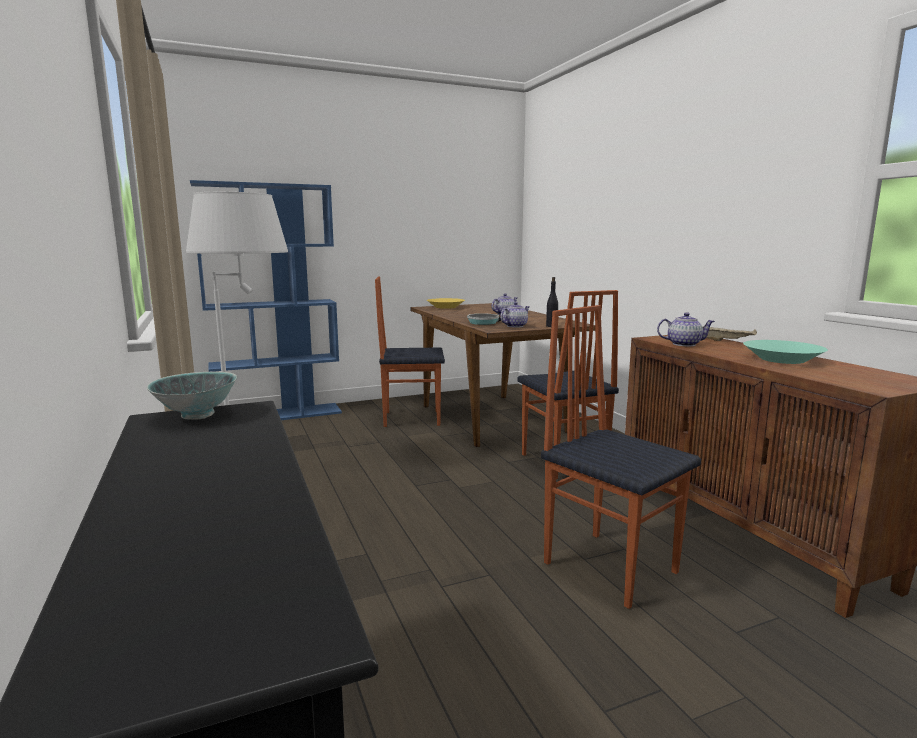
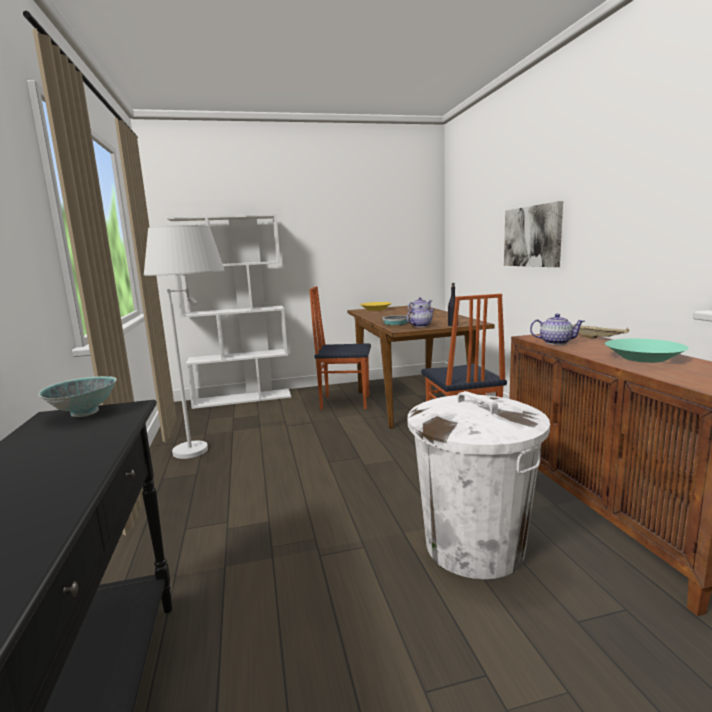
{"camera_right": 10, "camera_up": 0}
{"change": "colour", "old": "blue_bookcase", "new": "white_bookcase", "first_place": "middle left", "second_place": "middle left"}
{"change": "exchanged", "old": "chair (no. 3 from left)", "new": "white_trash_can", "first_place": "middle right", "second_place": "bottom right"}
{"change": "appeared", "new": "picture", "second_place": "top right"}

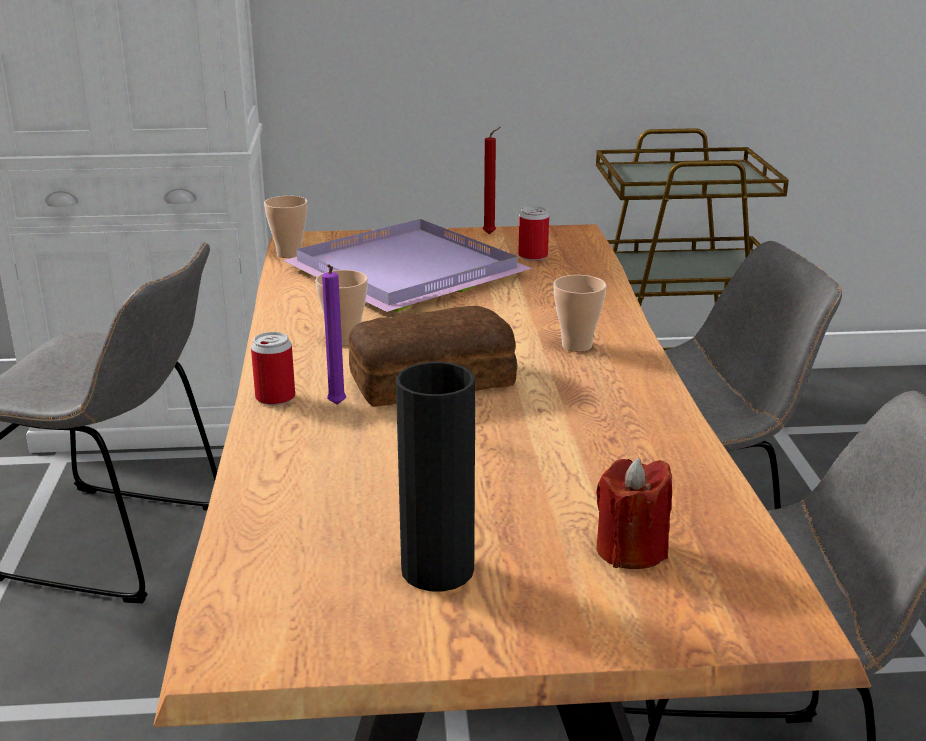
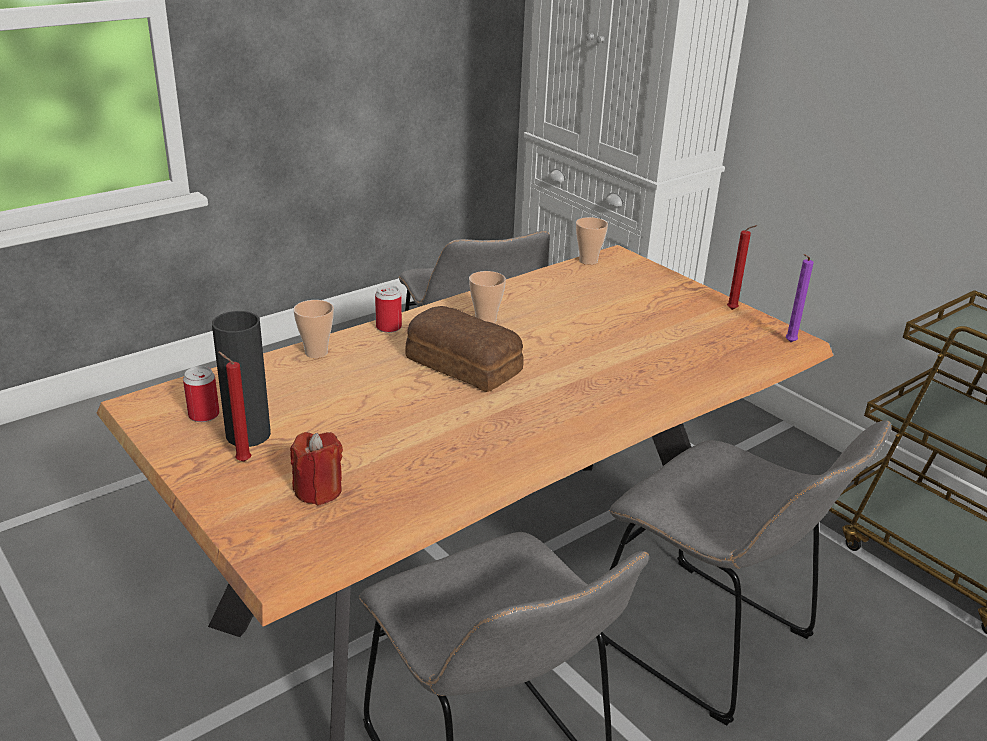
{"camera_right": 55, "camera_up": 5}
{"change": "missing", "old": "purple_tray", "first_place": "centre"}
{"change": "relocated", "old": "purple_candle", "first_place": "centre", "second_place": "middle right"}
{"change": "relocated", "old": "can (no. 2 from left in the first image)", "new": "can (no. 1 from left)", "first_place": "top centre", "second_place": "middle left"}
{"change": "relocated", "old": "cup (no. 3 from left in the first image)", "new": "cup (no. 1 from left)", "first_place": "centre", "second_place": "middle left"}
{"change": "appeared", "new": "red_candle (no. 1 from left)", "second_place": "middle left"}

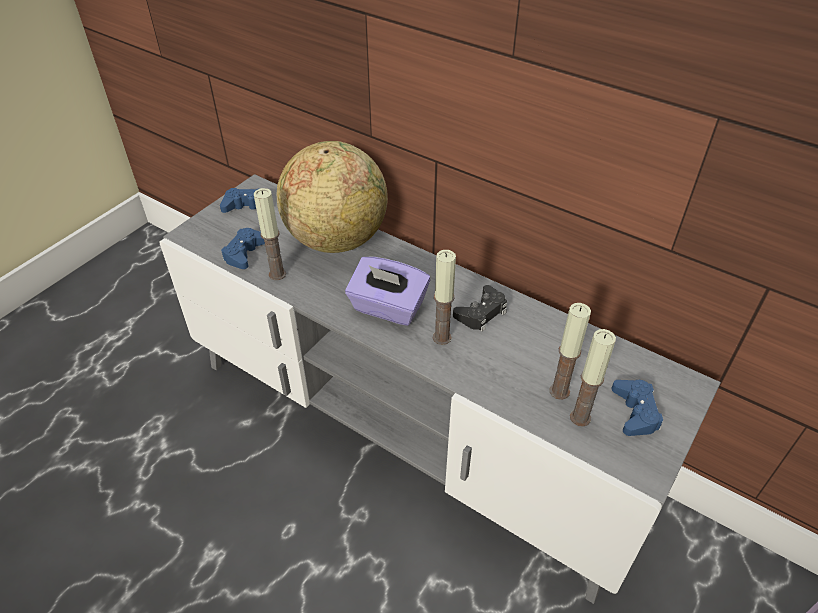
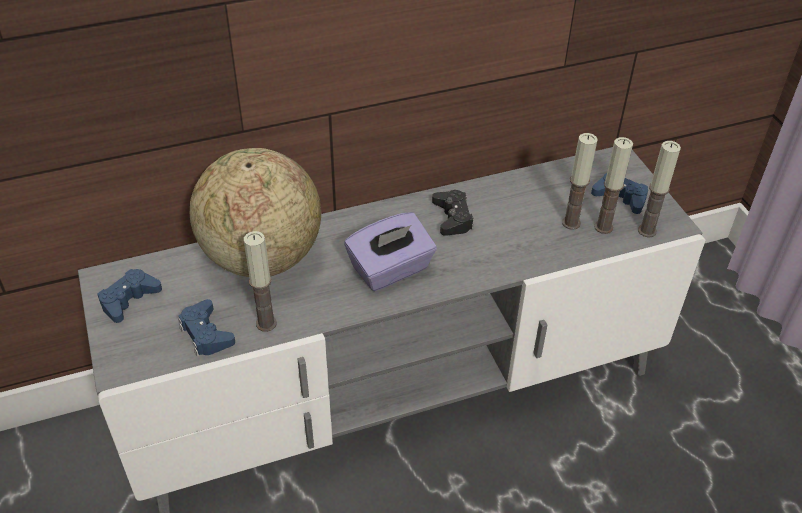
{"camera_right": -55, "camera_up": 0}
{"change": "relocated", "old": "candle (no. 2 from left in the first image)", "new": "candle (no. 4 from left)", "first_place": "centre", "second_place": "middle right"}

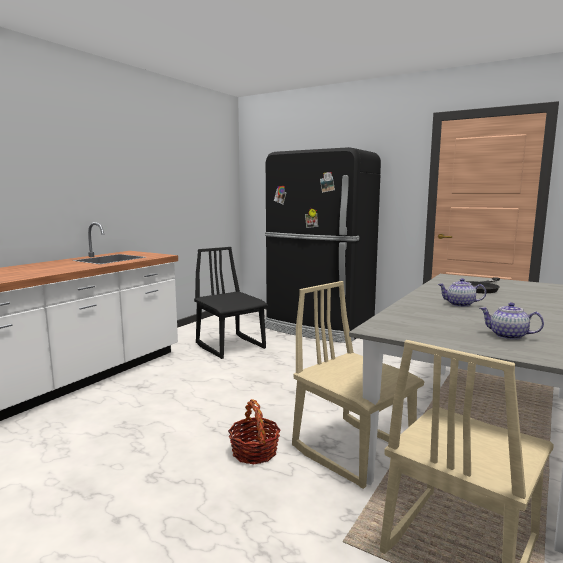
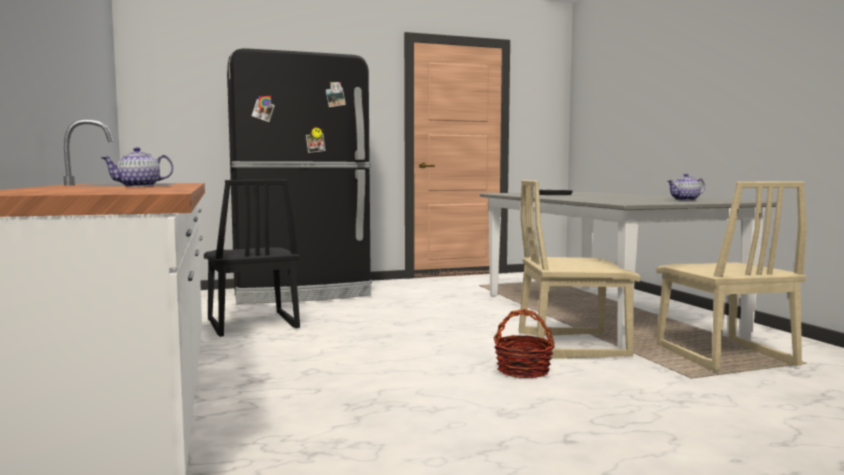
{"camera_right": -50, "camera_up": -5}
{"change": "spun", "old": "black_chair", "first_place": "centre", "second_place": "middle left", "degrees": -120}
{"change": "relocated", "old": "teapot (no. 1 from left)", "first_place": "middle right", "second_place": "middle left"}

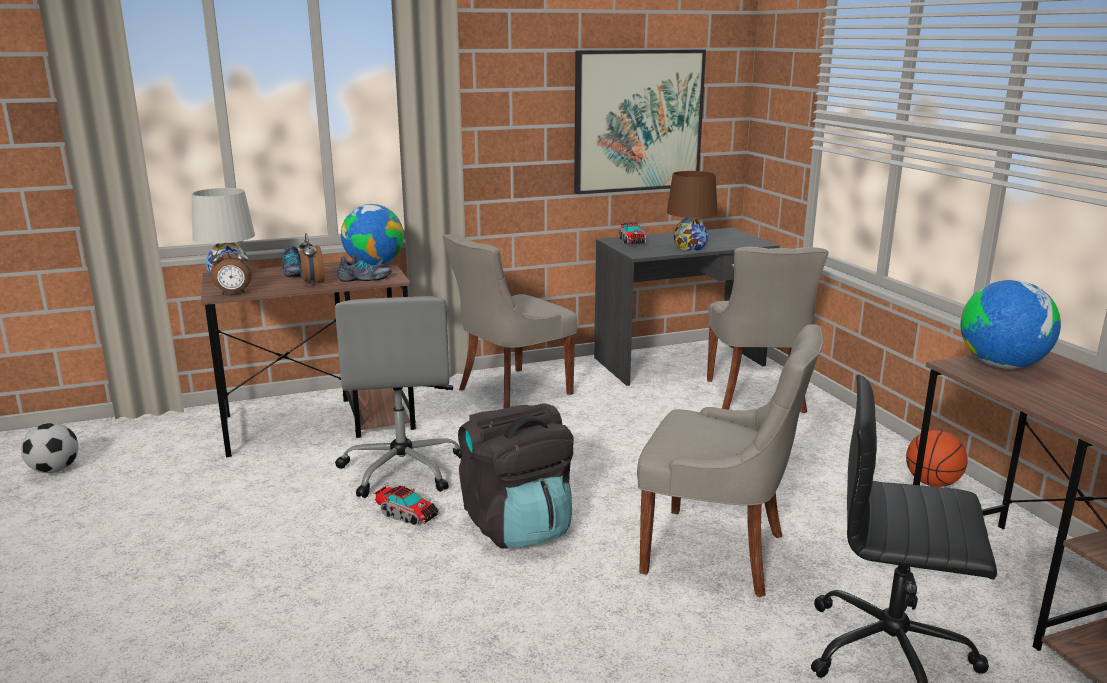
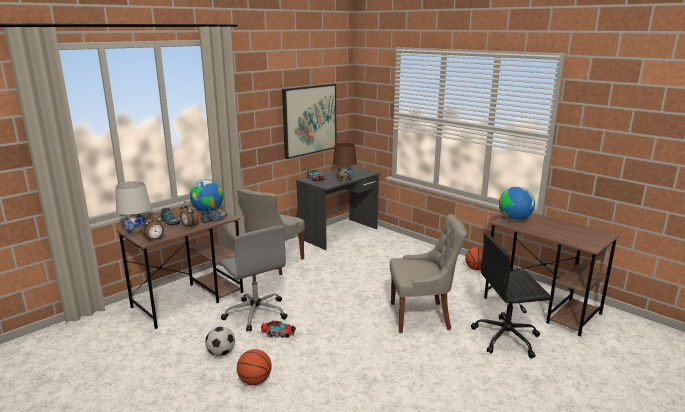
{"camera_right": -25, "camera_up": 0}
{"change": "relocated", "old": "football", "first_place": "middle left", "second_place": "bottom left"}
{"change": "missing", "old": "black_backpack", "first_place": "bottom centre"}
{"change": "missing", "old": "grey_chair (no. 3 from left)", "first_place": "middle right"}
{"change": "appeared", "new": "basketball (no. 1 from left)", "second_place": "bottom centre"}

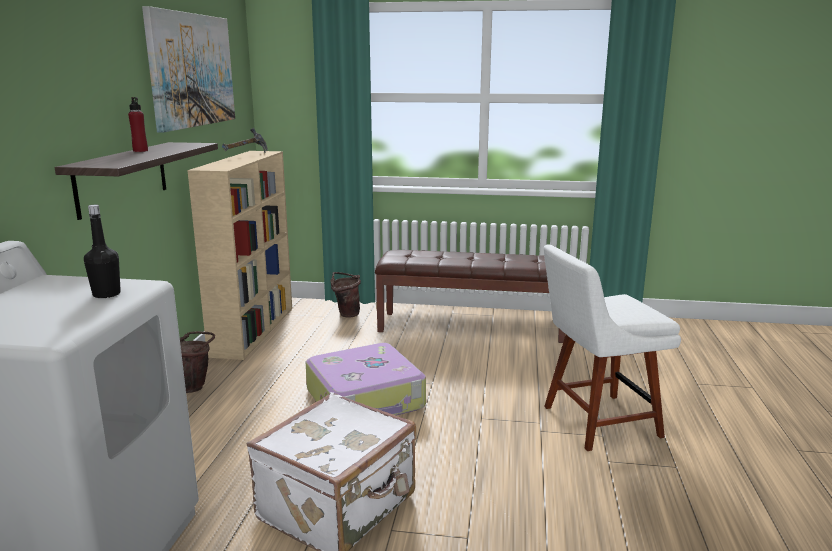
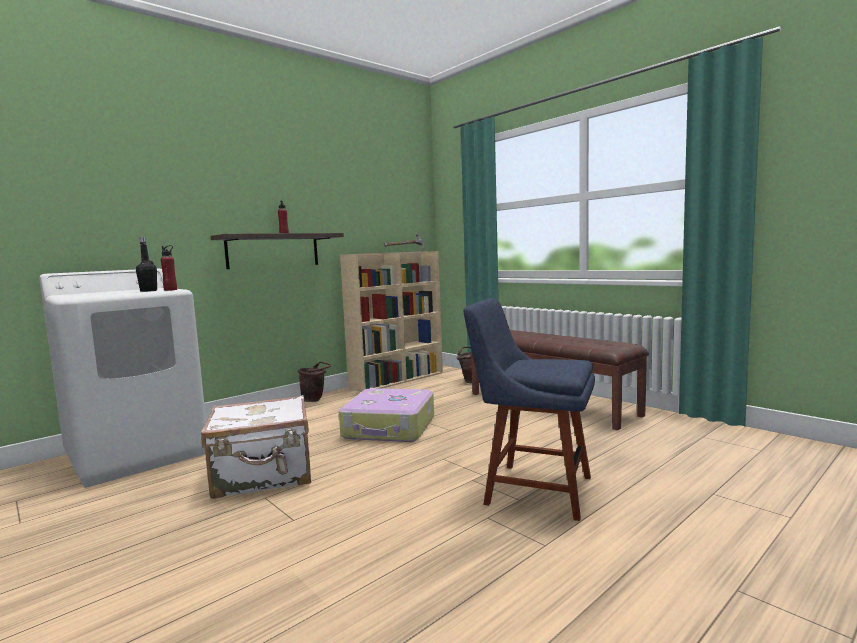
{"camera_right": 40, "camera_up": -10}
{"change": "missing", "old": "picture", "first_place": "top left"}
{"change": "colour", "old": "white_chair", "new": "blue_chair", "first_place": "middle right", "second_place": "centre"}
{"change": "appeared", "new": "red_bottle (no. 1 from left)", "second_place": "middle left"}

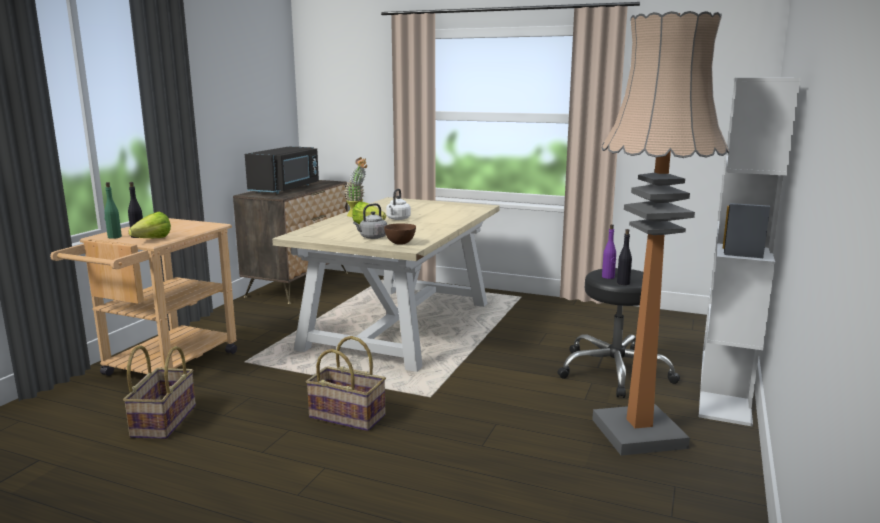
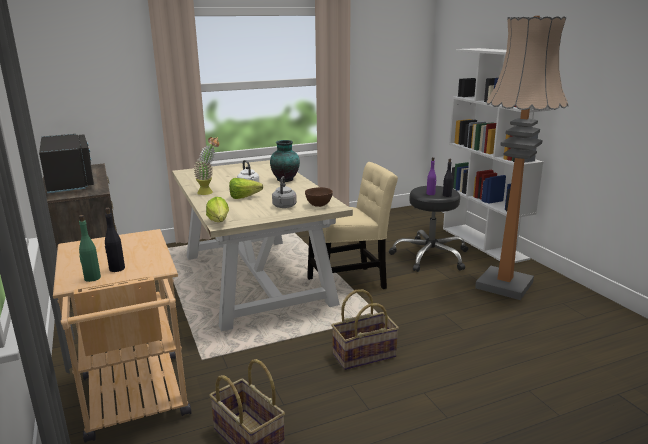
{"camera_right": -45, "camera_up": 5}
{"change": "relocated", "old": "lettuce (no. 1 from left)", "first_place": "middle left", "second_place": "centre"}
{"change": "appeared", "new": "vase", "second_place": "centre"}
{"change": "appeared", "new": "beige_chair", "second_place": "centre"}

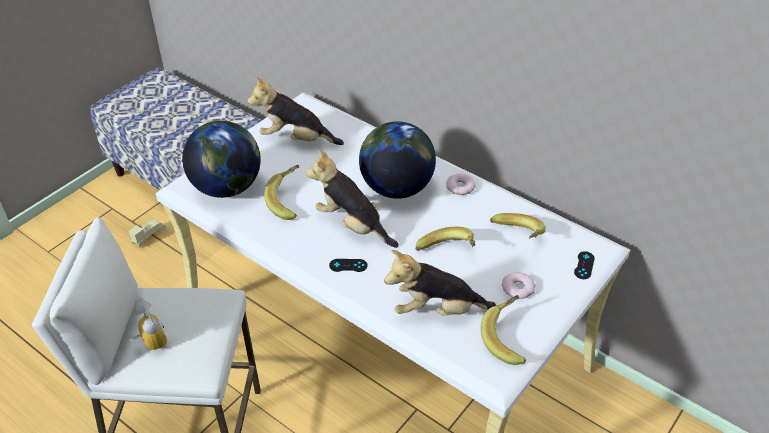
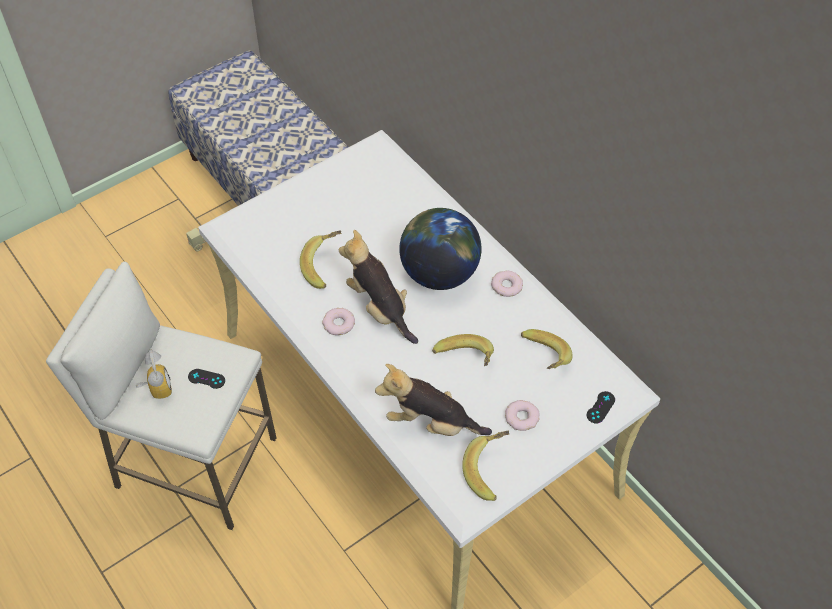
{"camera_right": 15, "camera_up": 10}
{"change": "missing", "old": "globe (no. 1 from left)", "first_place": "middle left"}
{"change": "missing", "old": "plush_toy (no. 1 from left)", "first_place": "top centre"}
{"change": "relocated", "old": "black_game_controller (no. 1 from left)", "first_place": "centre", "second_place": "middle left"}
{"change": "appeared", "new": "donut (no. 1 from left)", "second_place": "centre"}

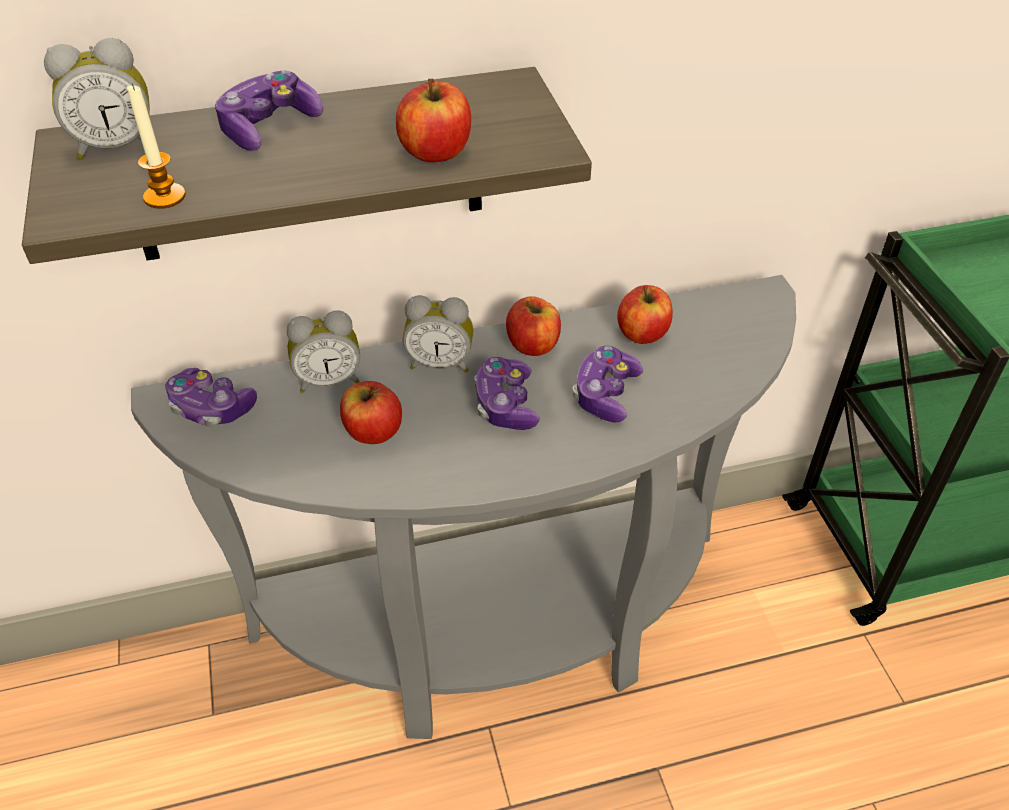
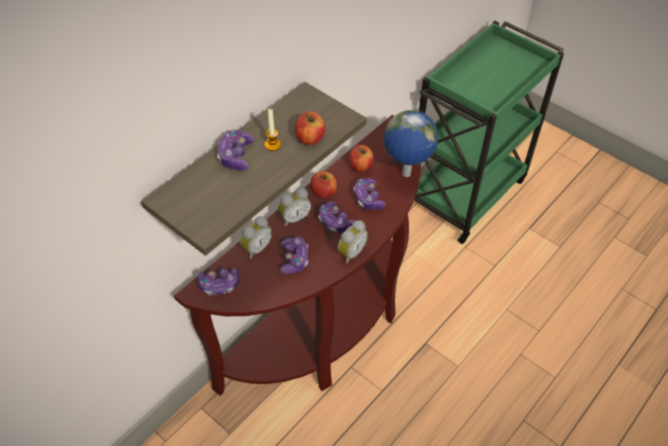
{"camera_right": -35, "camera_up": 5}
{"change": "relocated", "old": "alarm_clock (no. 1 from left in the first image)", "new": "alarm_clock (no. 3 from left)", "first_place": "top left", "second_place": "centre"}
{"change": "relocated", "old": "candle", "first_place": "top left", "second_place": "top centre"}
{"change": "colour", "old": "grey_console_table", "new": "brown_console_table", "first_place": "centre", "second_place": "centre"}
{"change": "exchanged", "old": "apple (no. 1 from left)", "new": "game_controller (no. 3 from left)", "first_place": "centre", "second_place": "centre"}
{"change": "appeared", "new": "globe", "second_place": "top centre"}

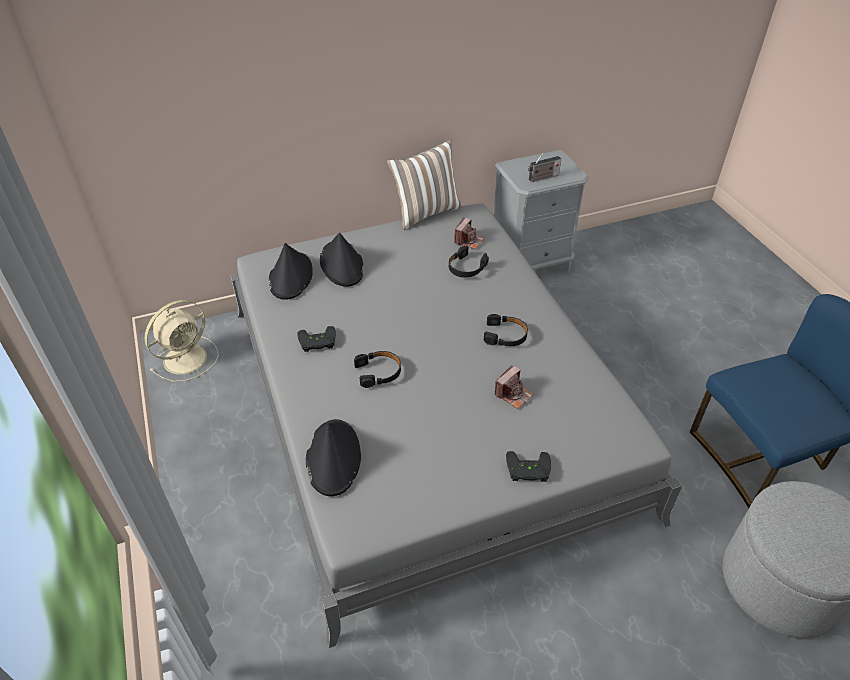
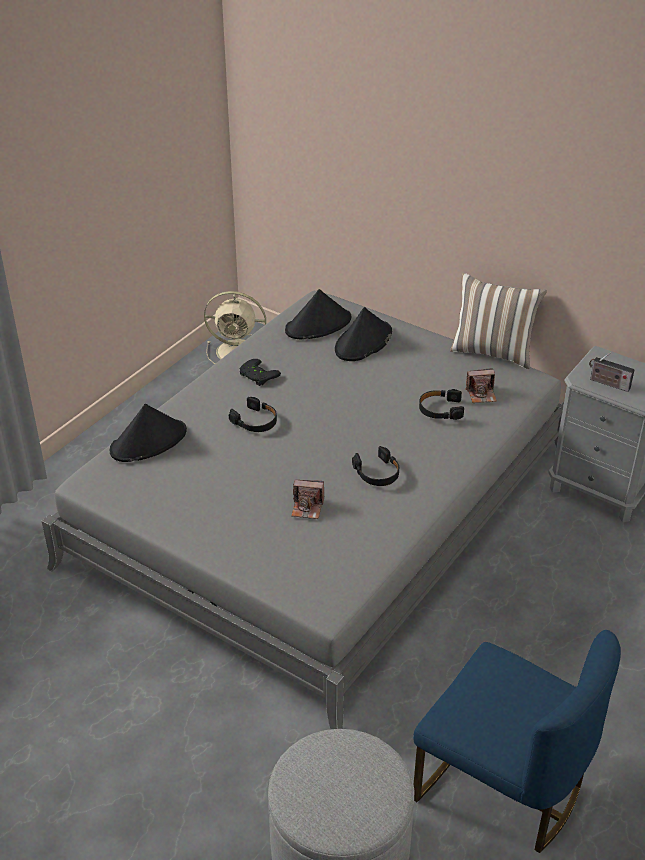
{"camera_right": 55, "camera_up": -5}
{"change": "missing", "old": "black_game_controller (no. 2 from left)", "first_place": "bottom centre"}

